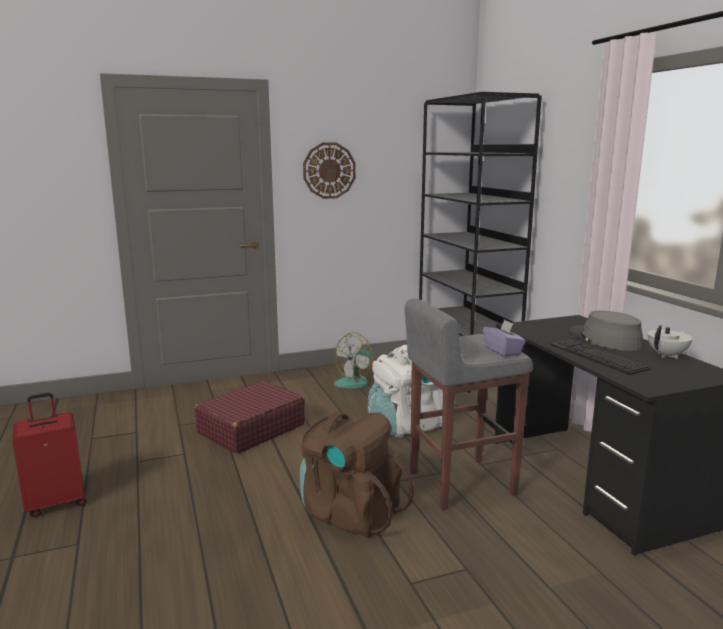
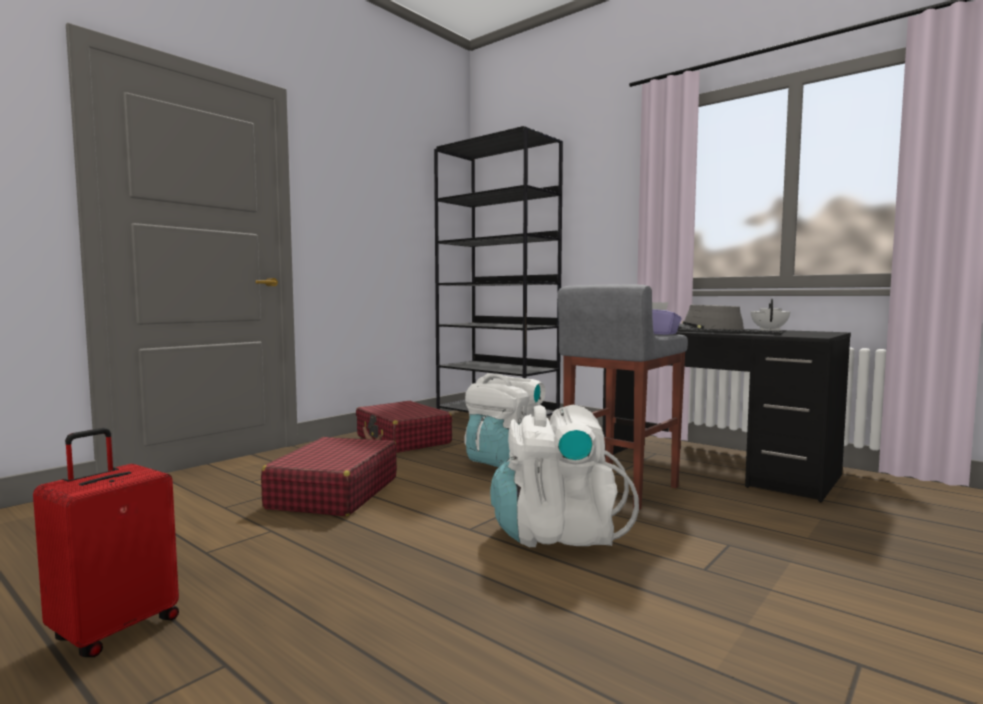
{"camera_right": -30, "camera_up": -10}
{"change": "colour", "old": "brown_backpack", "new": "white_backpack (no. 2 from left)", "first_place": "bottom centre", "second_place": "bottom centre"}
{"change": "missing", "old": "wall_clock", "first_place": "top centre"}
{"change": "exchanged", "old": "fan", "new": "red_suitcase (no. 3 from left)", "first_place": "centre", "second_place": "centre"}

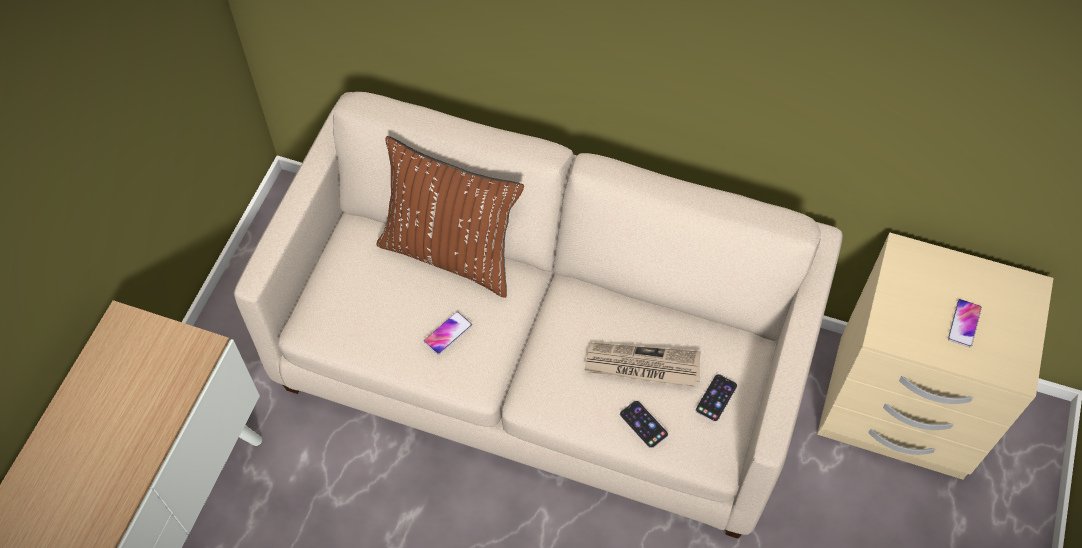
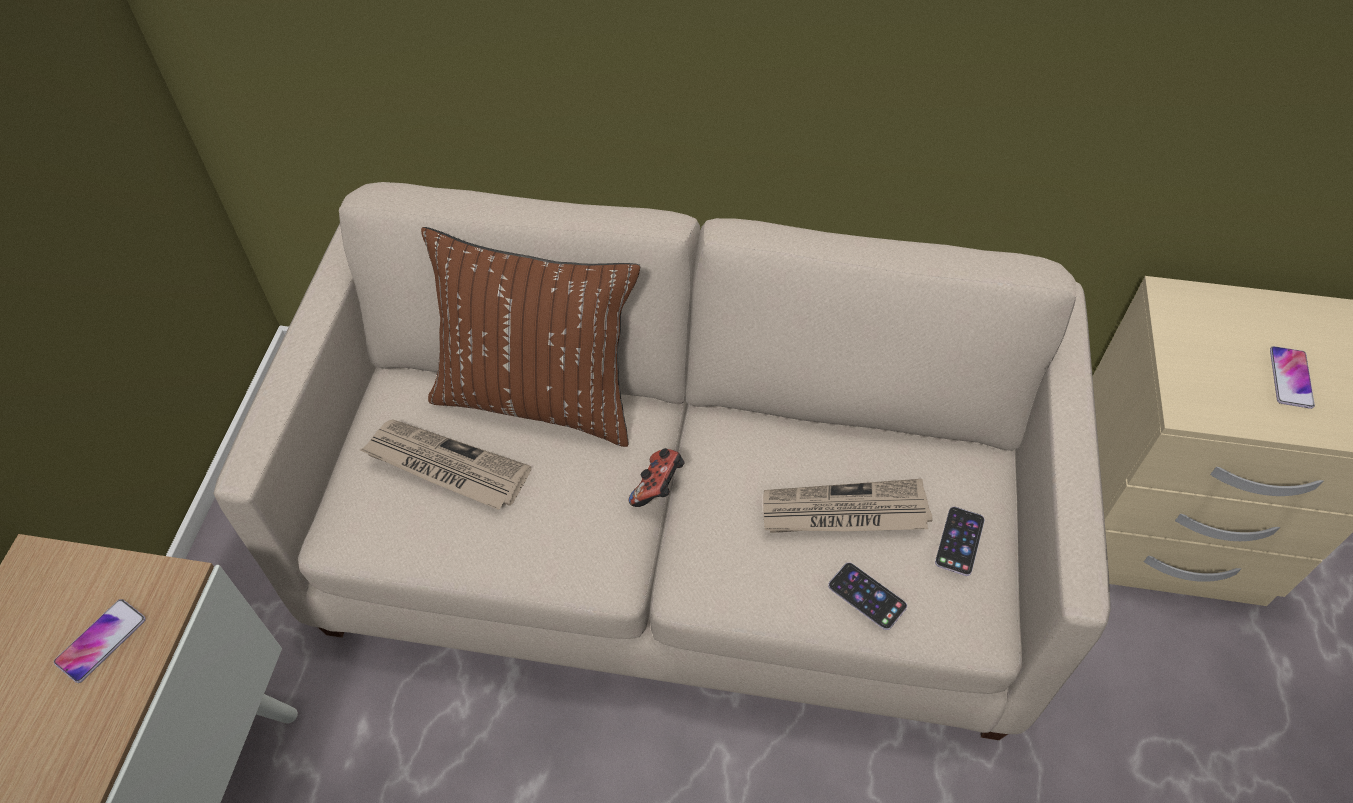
{"camera_right": -10, "camera_up": -5}
{"change": "relocated", "old": "phone (no. 1 from left)", "first_place": "centre", "second_place": "bottom left"}
{"change": "appeared", "new": "newspaper (no. 1 from left)", "second_place": "middle left"}
{"change": "appeared", "new": "game_controller", "second_place": "centre"}

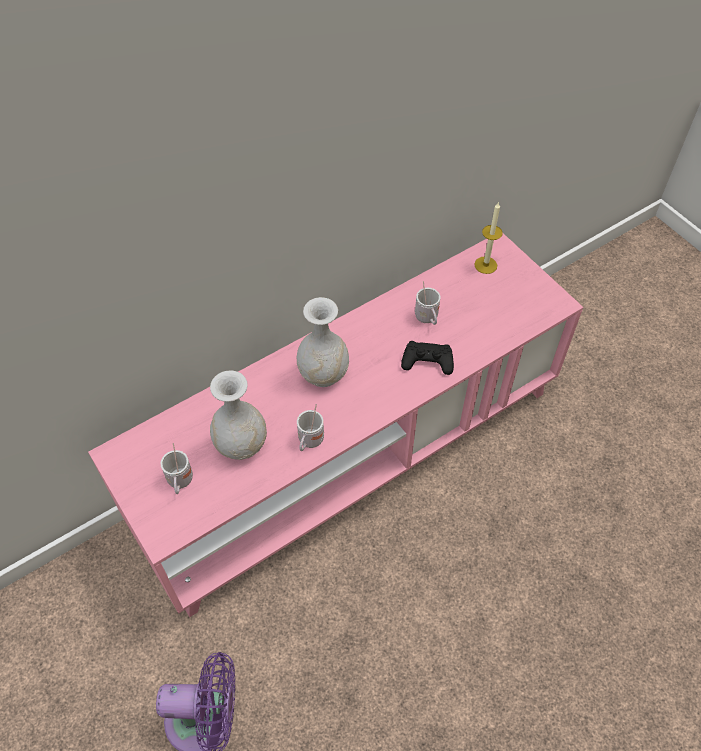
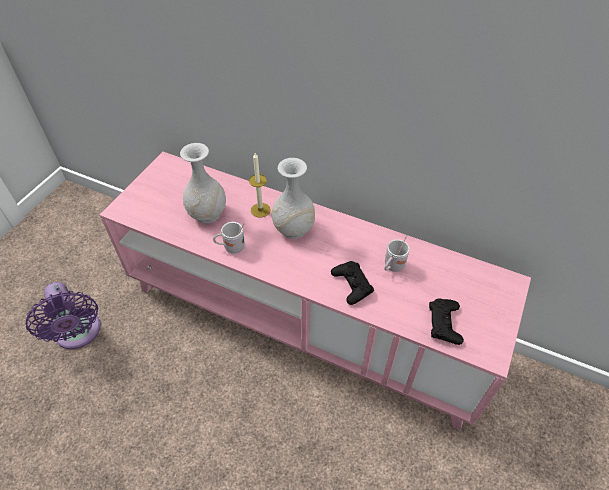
{"camera_right": 60, "camera_up": -5}
{"change": "missing", "old": "white_mug (no. 1 from left)", "first_place": "middle left"}
{"change": "relocated", "old": "candle", "first_place": "top right", "second_place": "centre"}
{"change": "appeared", "new": "black_game_controller (no. 2 from left)", "second_place": "middle right"}

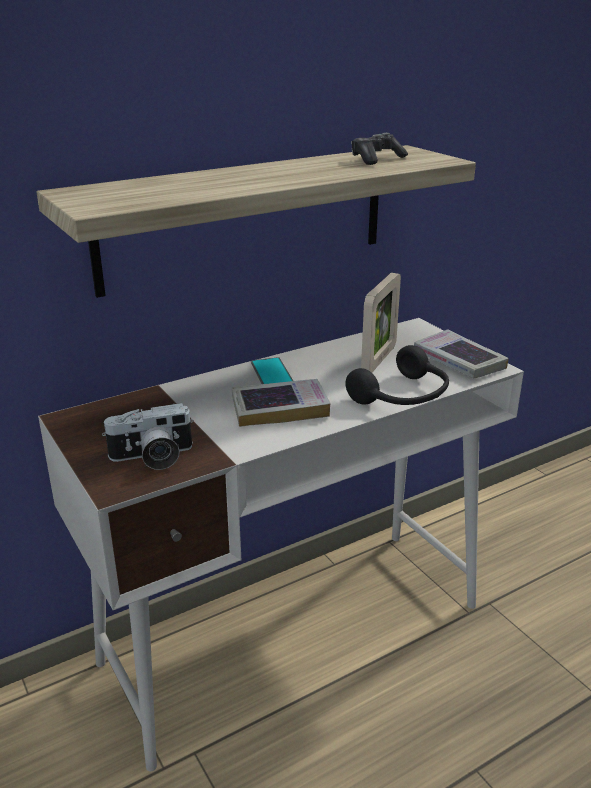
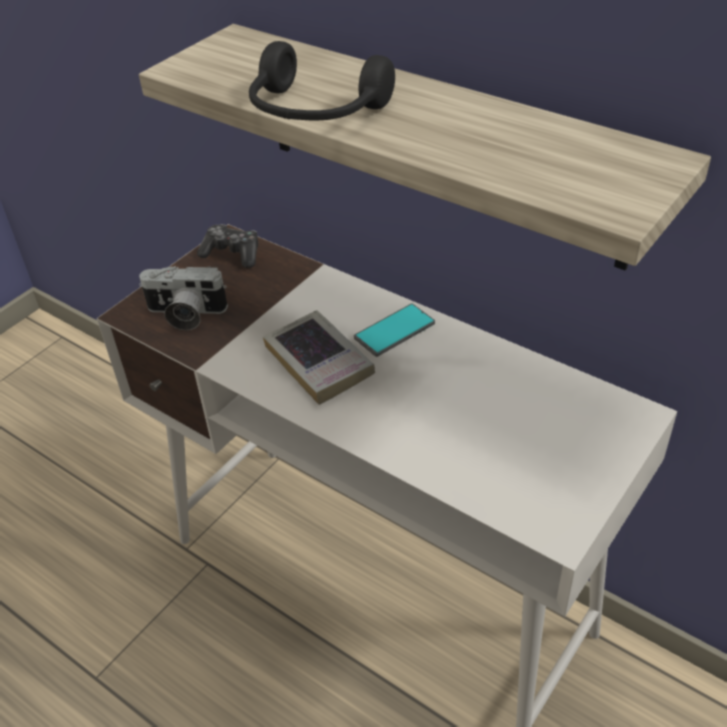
{"camera_right": 70, "camera_up": 15}
{"change": "spun", "old": "photo_camera", "first_place": "middle left", "second_place": "middle left", "degrees": -45}
{"change": "relocated", "old": "black_headphones", "first_place": "middle right", "second_place": "top centre"}
{"change": "relocated", "old": "game_controller", "first_place": "top centre", "second_place": "middle left"}
{"change": "missing", "old": "picture_frame", "first_place": "centre"}
{"change": "missing", "old": "book (no. 2 from left)", "first_place": "middle right"}

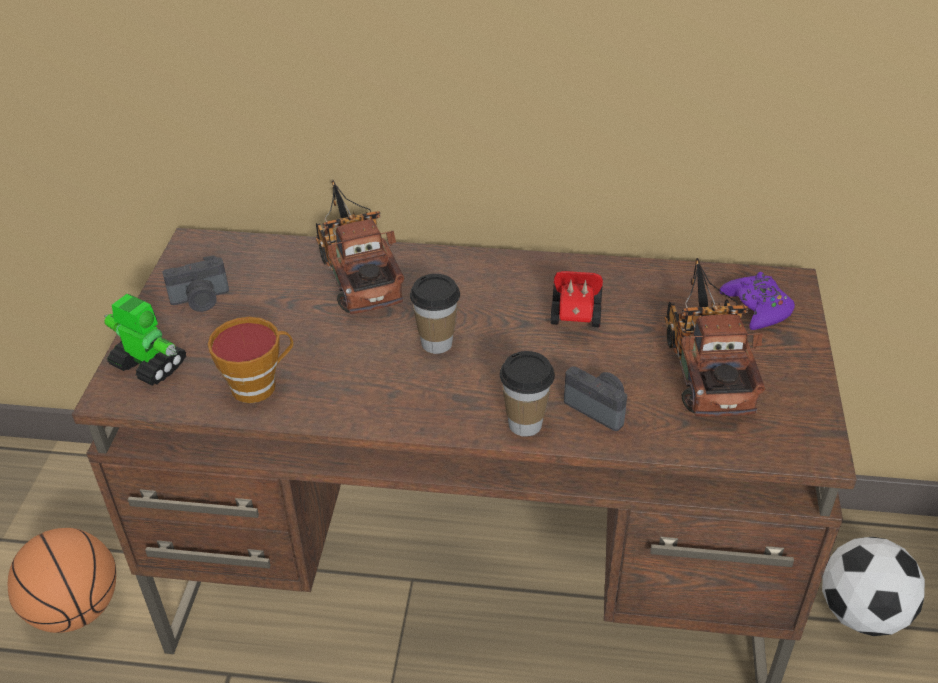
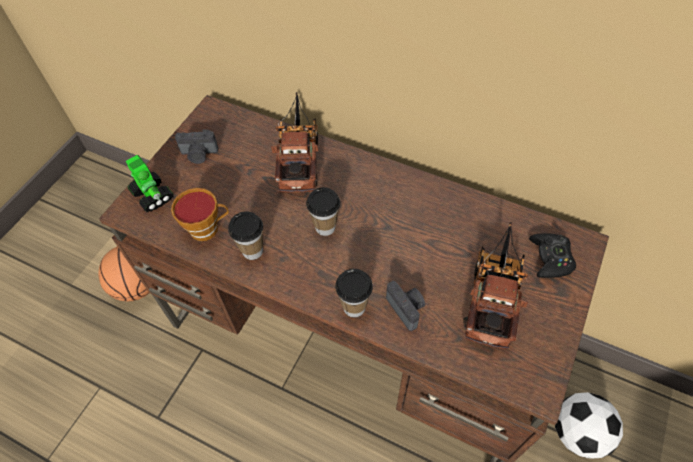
{"camera_right": 20, "camera_up": 15}
{"change": "missing", "old": "toy_car", "first_place": "centre"}
{"change": "colour", "old": "purple_game_controller", "new": "black_game_controller", "first_place": "middle right", "second_place": "middle right"}
{"change": "appeared", "new": "cup (no. 2 from left)", "second_place": "centre"}

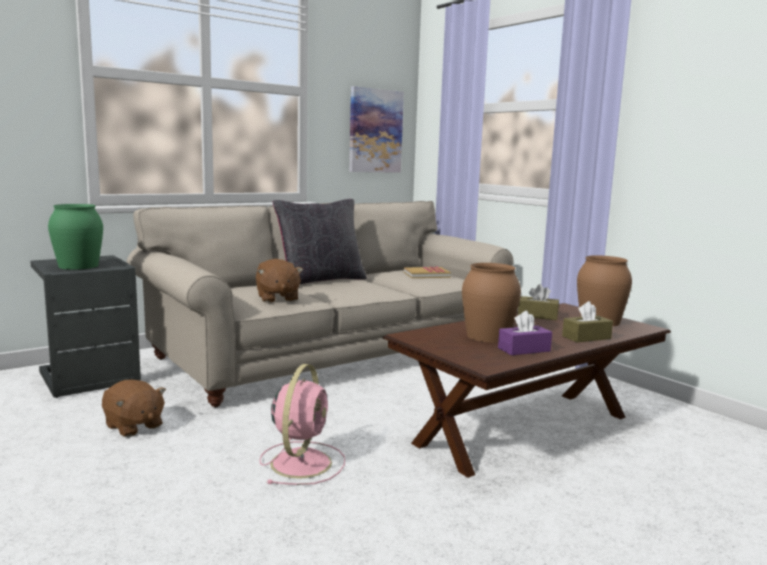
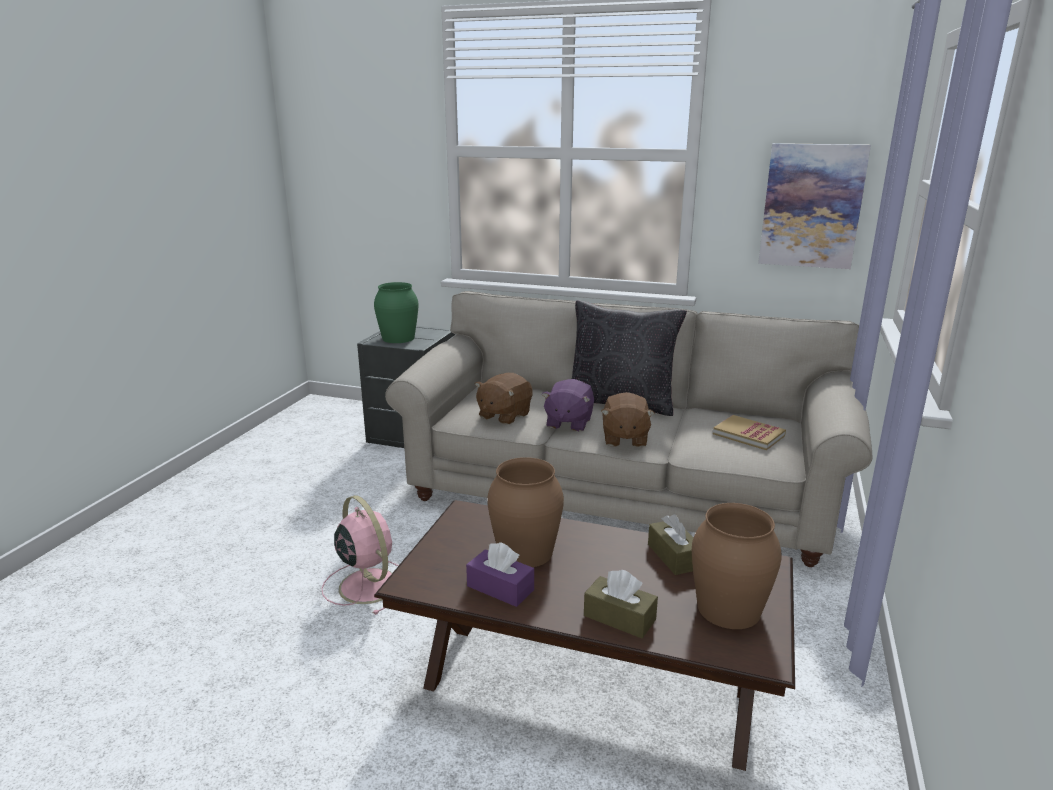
{"camera_right": 55, "camera_up": 10}
{"change": "relocated", "old": "brown_plush_toy (no. 1 from left in the first image)", "new": "brown_plush_toy (no. 2 from left)", "first_place": "bottom left", "second_place": "centre"}
{"change": "spun", "old": "pink_fan", "first_place": "bottom centre", "second_place": "bottom centre", "degrees": -105}
{"change": "appeared", "new": "purple_plush_toy", "second_place": "centre"}

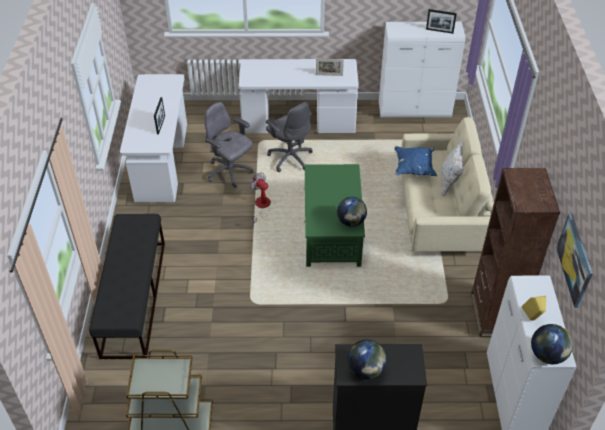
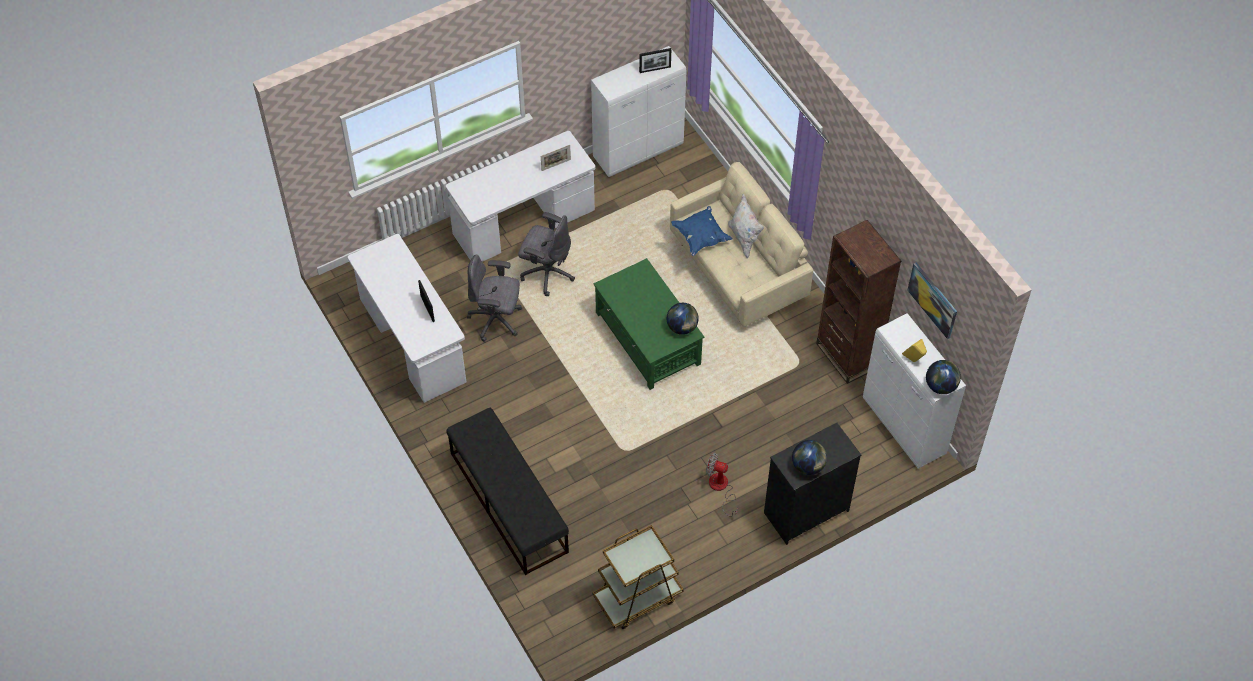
{"camera_right": -30, "camera_up": 10}
{"change": "relocated", "old": "fan", "first_place": "centre", "second_place": "bottom centre"}

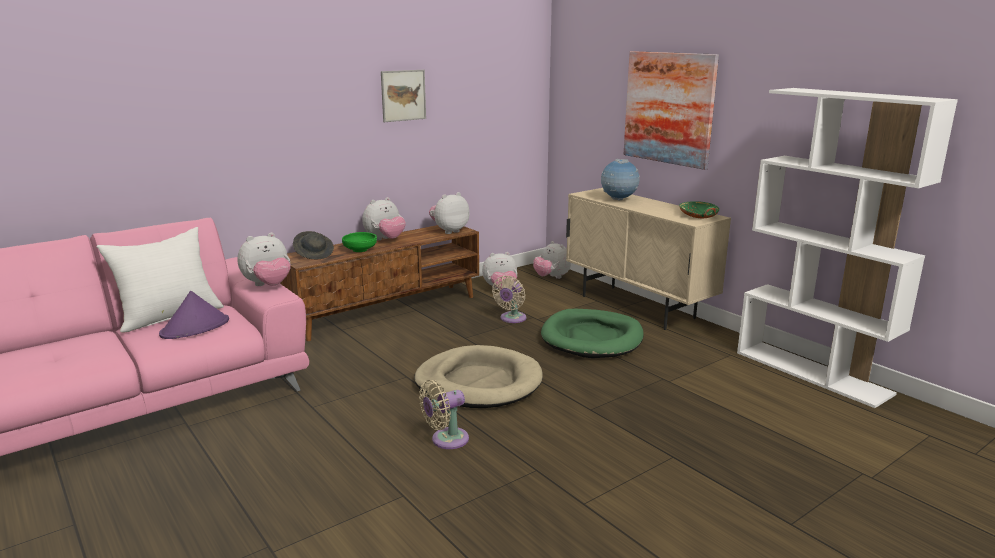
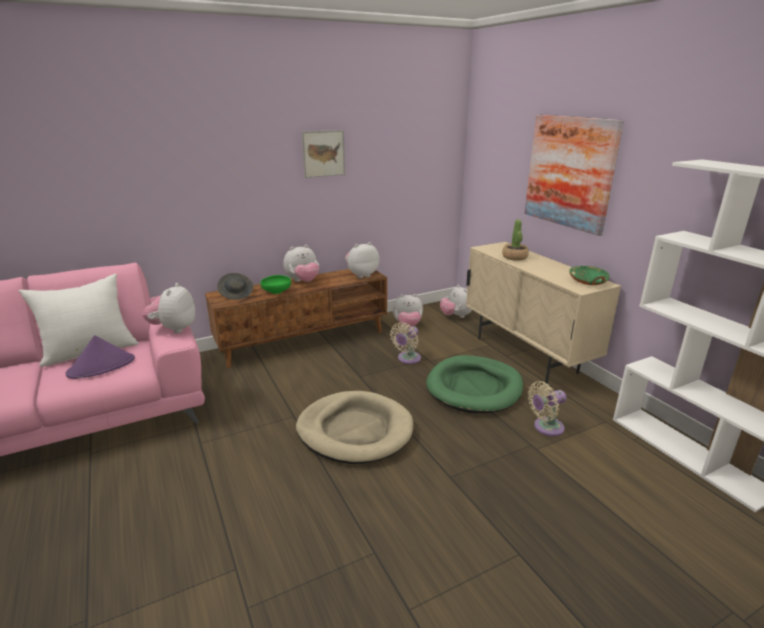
{"camera_right": 10, "camera_up": 5}
{"change": "spun", "old": "plush_toy (no. 1 from left)", "first_place": "middle left", "second_place": "middle left", "degrees": 120}
{"change": "relocated", "old": "beige_fan (no. 1 from left in the first image)", "new": "beige_fan (no. 2 from left)", "first_place": "bottom centre", "second_place": "middle right"}
{"change": "exchanged", "old": "globe", "new": "potted_plant", "first_place": "top centre", "second_place": "middle right"}

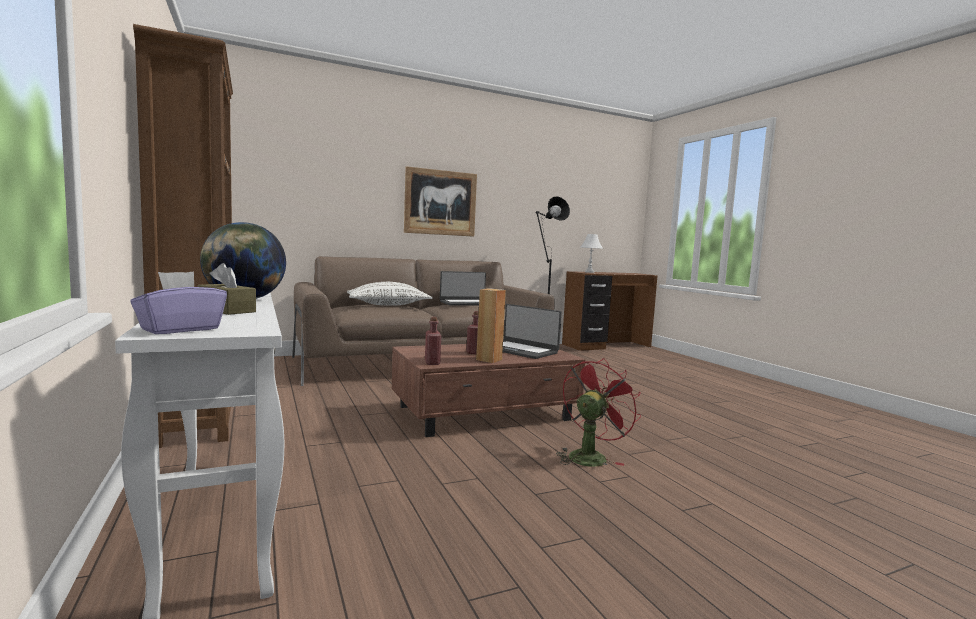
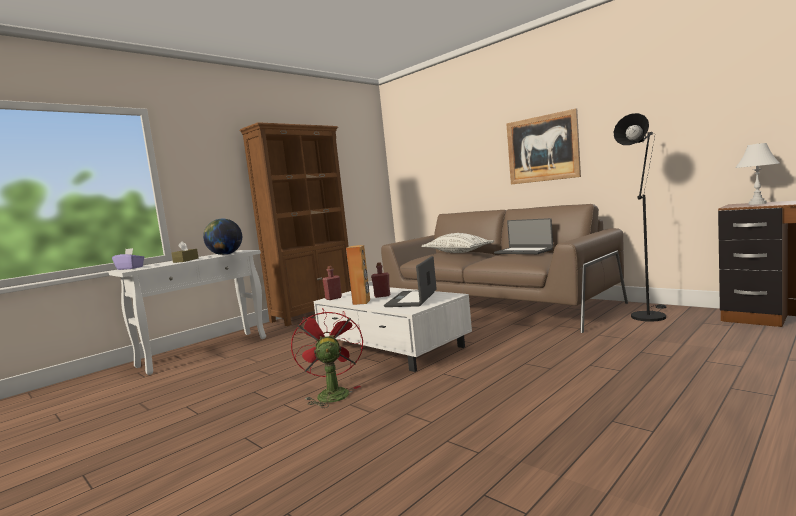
{"camera_right": 70, "camera_up": 0}
{"change": "colour", "old": "brown_coffee_table", "new": "white_coffee_table", "first_place": "centre", "second_place": "centre"}
{"change": "spun", "old": "red_fan", "first_place": "centre", "second_place": "bottom centre", "degrees": -120}

